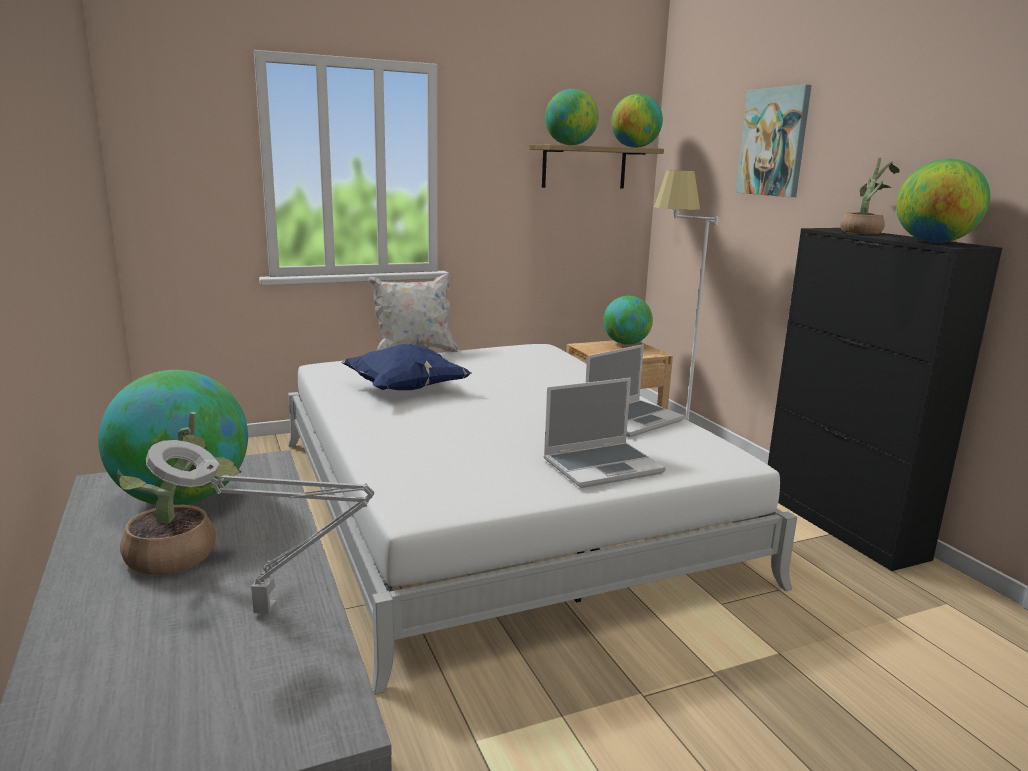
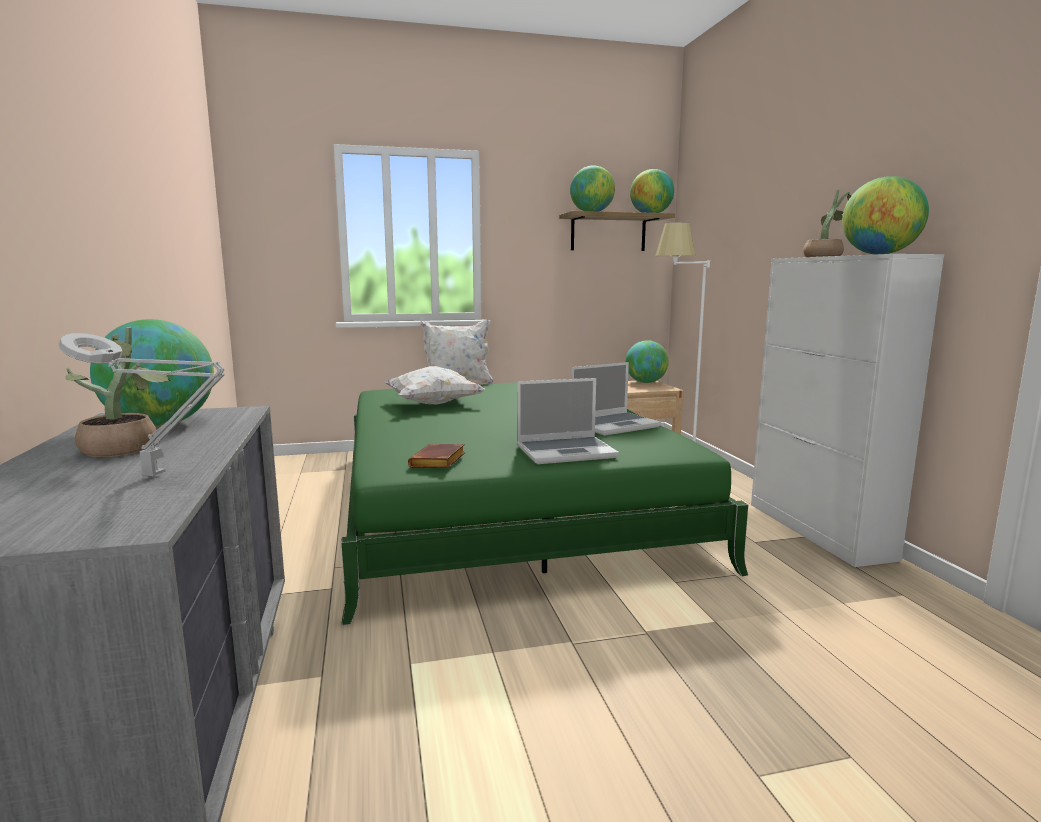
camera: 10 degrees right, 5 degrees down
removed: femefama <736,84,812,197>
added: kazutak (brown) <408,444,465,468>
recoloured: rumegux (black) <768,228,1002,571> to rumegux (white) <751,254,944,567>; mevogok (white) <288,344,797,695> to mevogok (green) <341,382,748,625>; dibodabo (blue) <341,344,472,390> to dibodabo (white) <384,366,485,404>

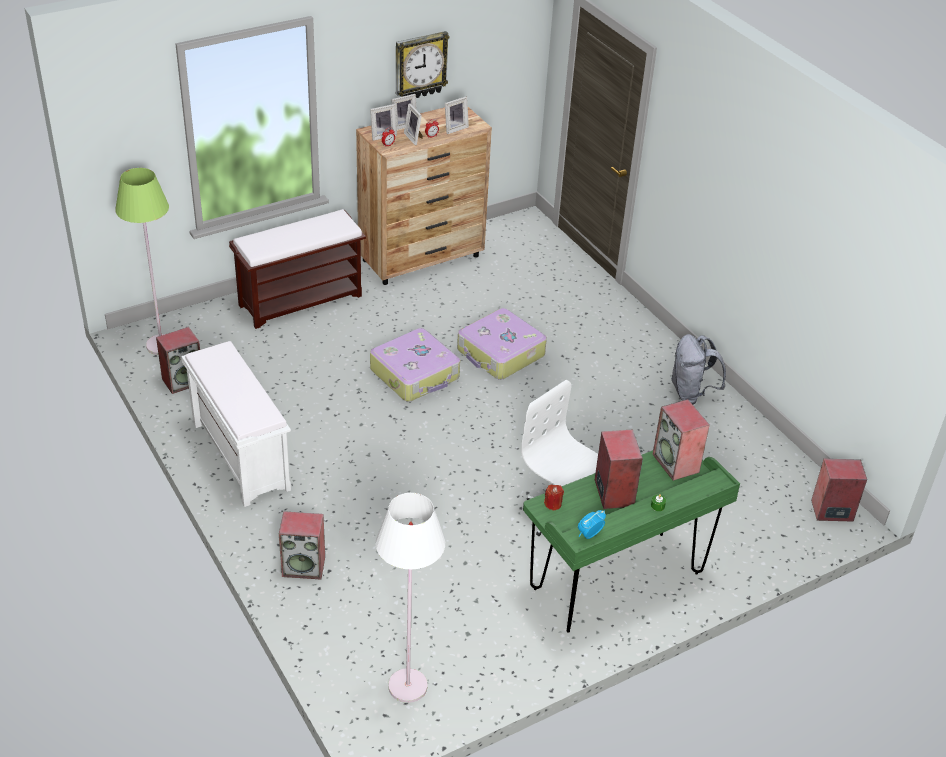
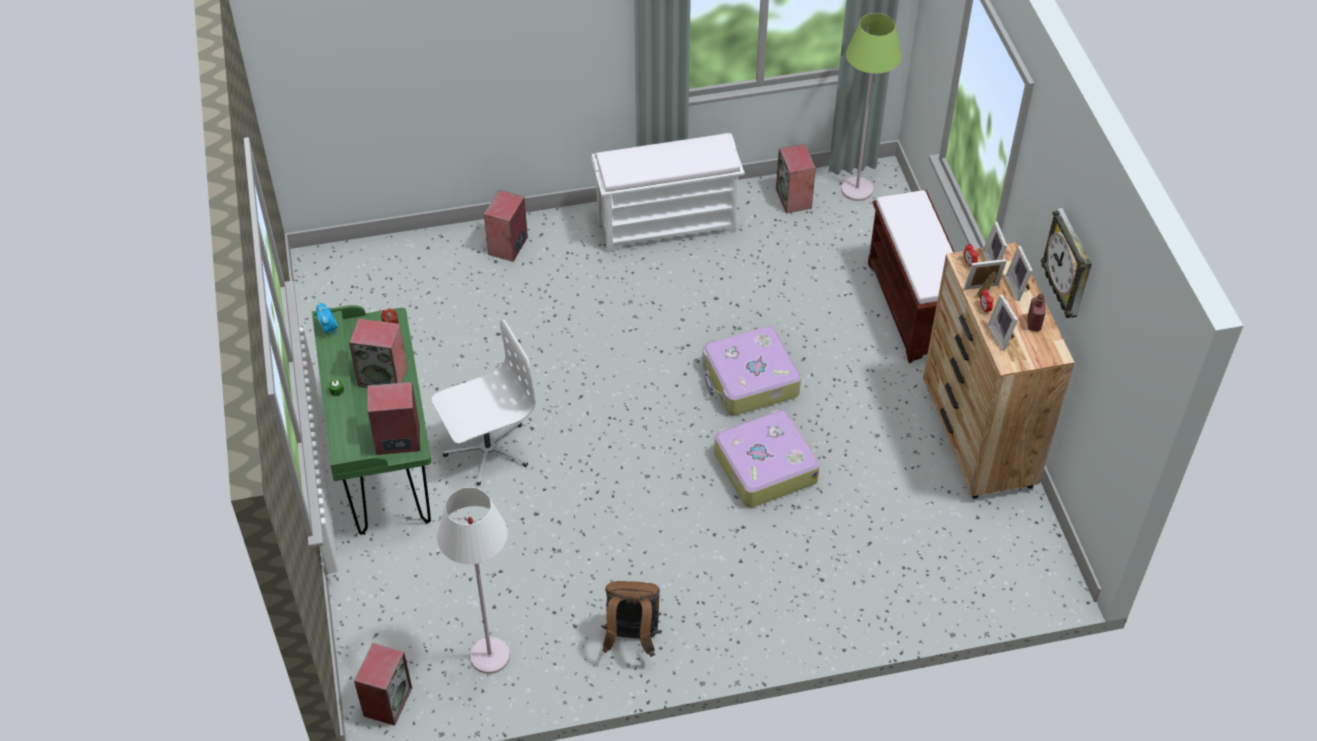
camera: 110 degrees right, 10 degrees up
added: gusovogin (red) <1027,294,1046,331>
moved: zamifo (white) <376,493,445,703> to <437,487,510,674>
recoloured: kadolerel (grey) <671,334,726,405> to kadolerel (brown) <601,581,662,657>

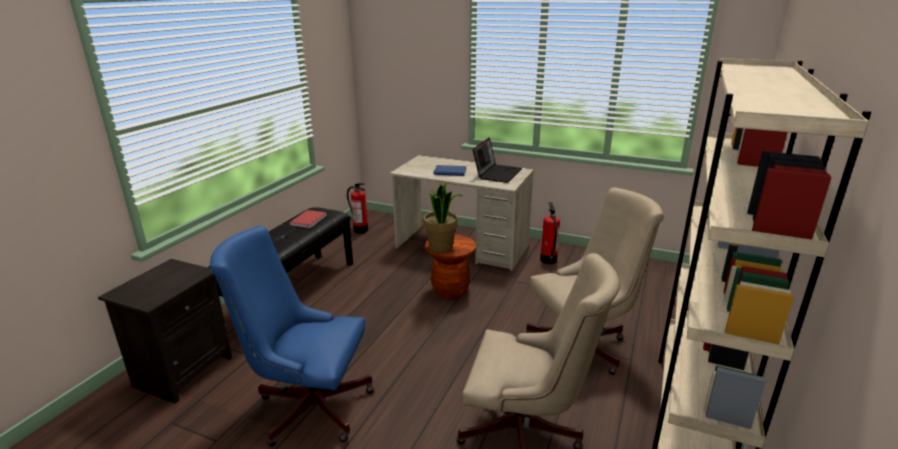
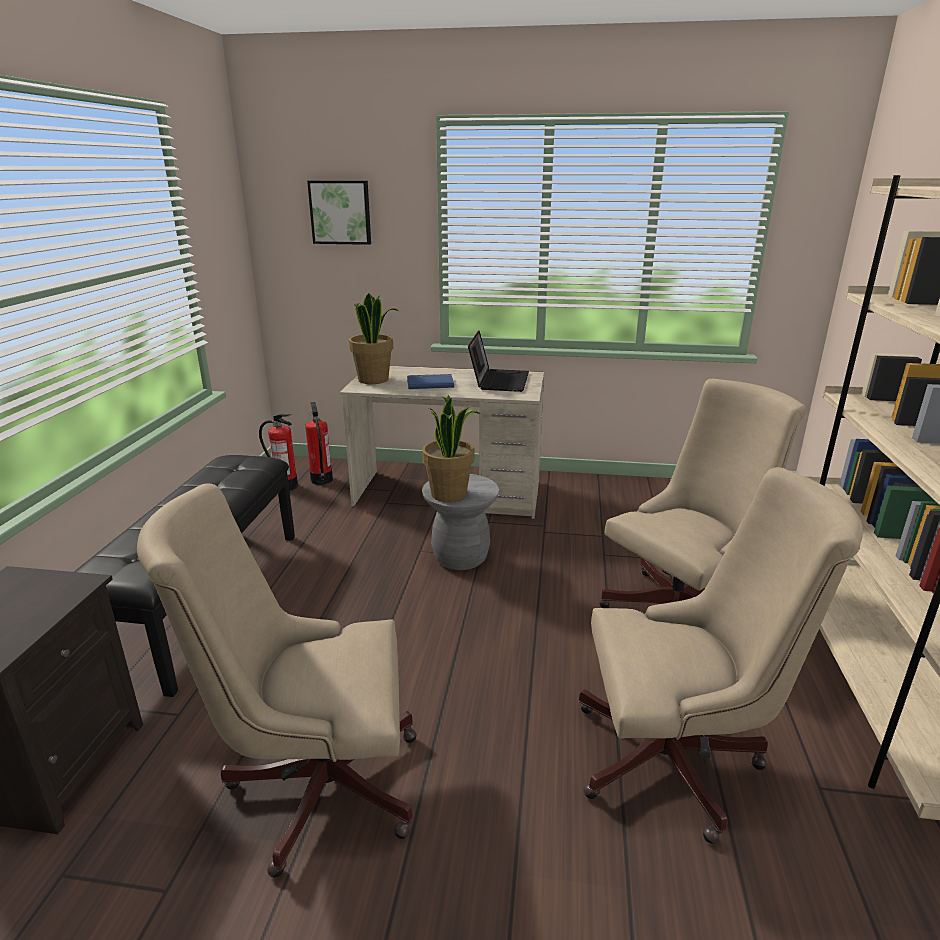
camera: 15 degrees left, 0 degrees up
removed: kazutak (red) <289,210,327,228>
added: femefama <307,180,371,245>; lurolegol <349,293,398,384>
moved: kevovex <540,202,560,264> to <305,402,333,485>
recoloured: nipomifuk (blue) <210,226,374,446> to nipomifuk (beige) <137,483,417,878>; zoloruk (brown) <425,234,476,299> to zoloruk (grey) <422,474,499,570>

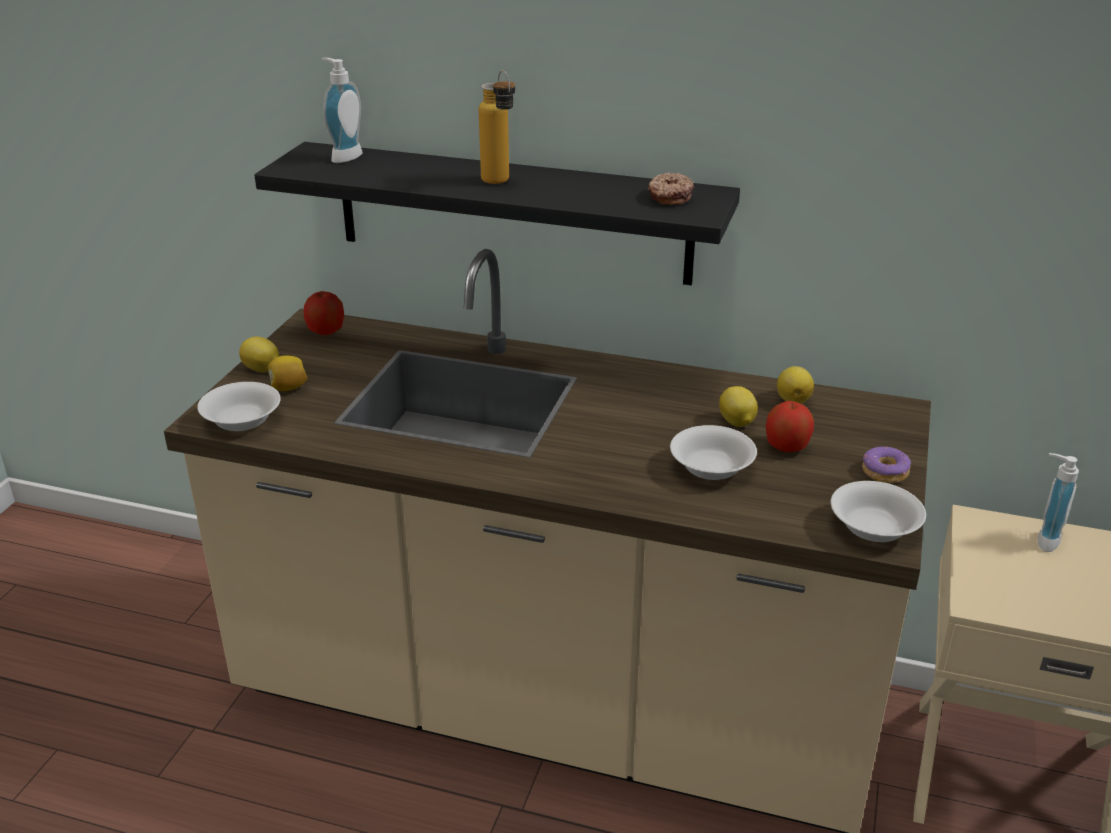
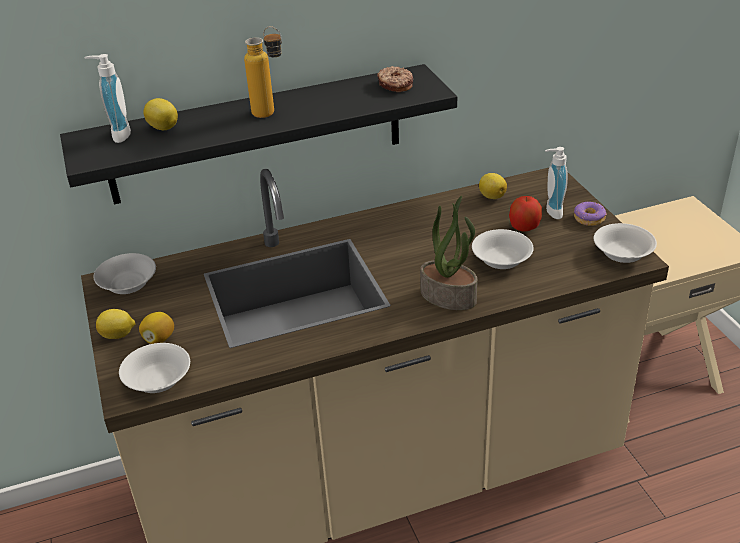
camera: 35 degrees left, 5 degrees up
added: lurolegol <420,196,478,310>
moved: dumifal <719,386,758,427> to <143,98,178,130>; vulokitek <1038,453,1079,552> to <545,147,568,219>
replaced: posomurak <304,291,344,335> to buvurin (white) <93,253,156,294>

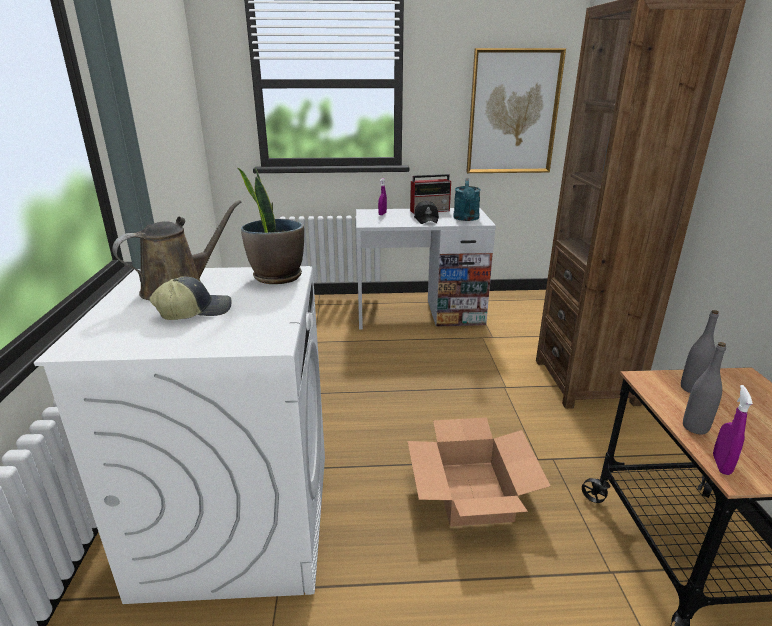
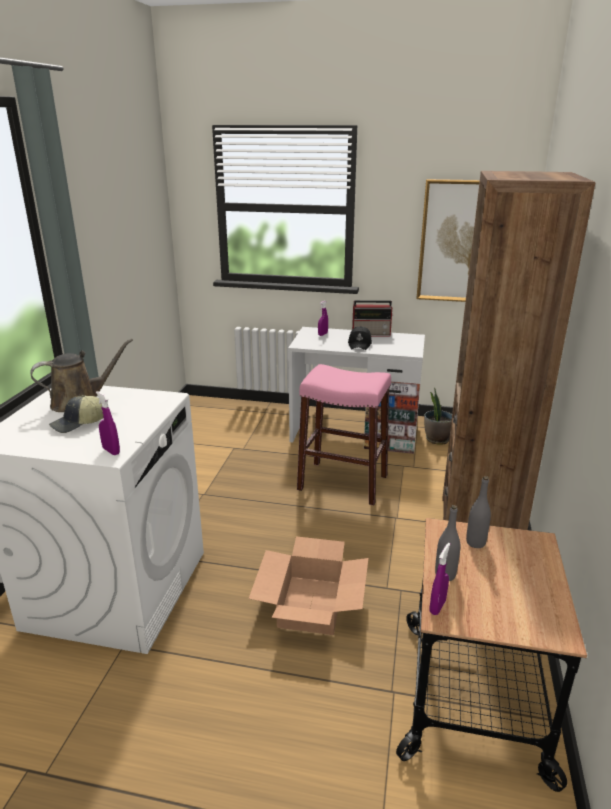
camera: 15 degrees right, 0 degrees up
removed: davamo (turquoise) <453,178,481,221>
added: zoloruk (pink) <297,364,391,505>; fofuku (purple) <96,391,120,455>
moved: lurolegol <238,168,304,284> to <424,387,452,445>
turned: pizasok <149,276,232,320> = <49,395,103,433> 150 degrees clockwise

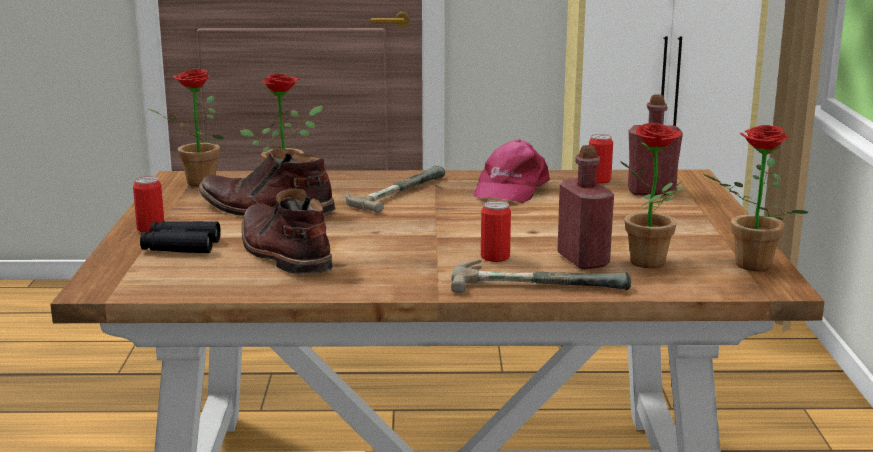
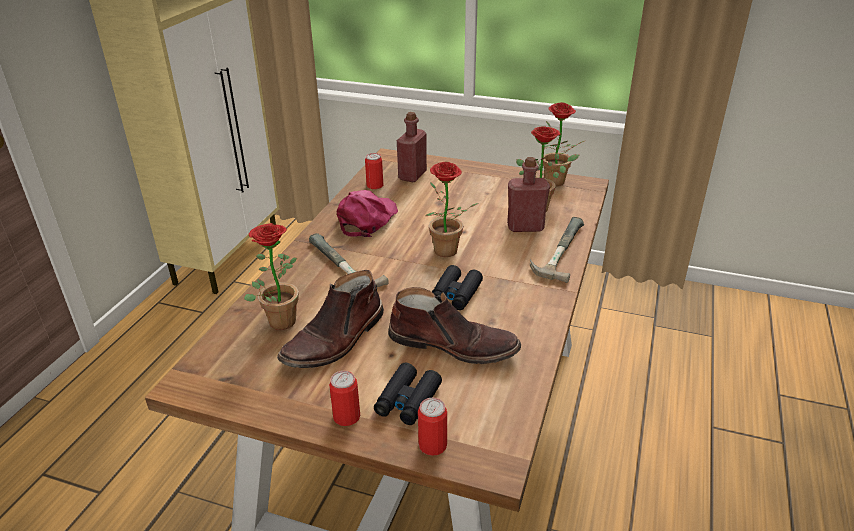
camera: 70 degrees left, 15 degrees up
added: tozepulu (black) <432,265,483,310>
moved: lurolegol <149,69,224,187> to <425,162,478,257>; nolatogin <481,200,511,262> to <418,398,447,456>
turned: pizasok (pink) <474,139,550,203> = <337,190,398,237> 105 degrees counterclockwise; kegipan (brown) <241,188,333,274> = <388,287,521,364> 150 degrees counterclockwise

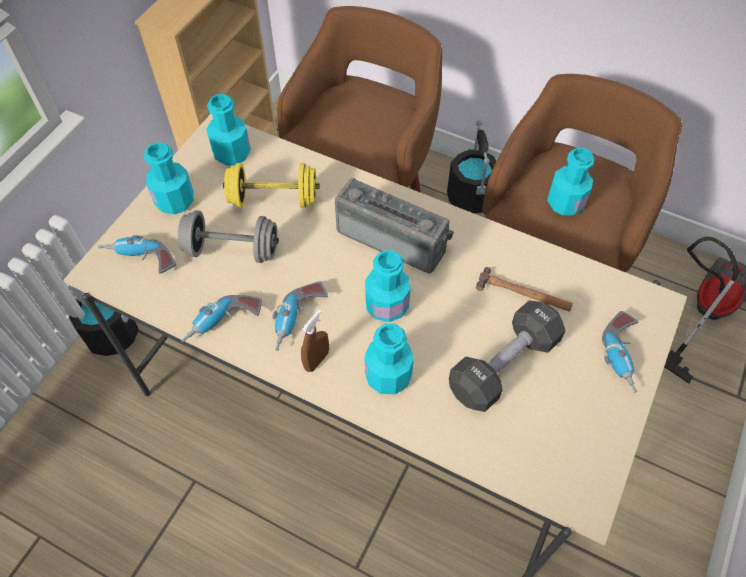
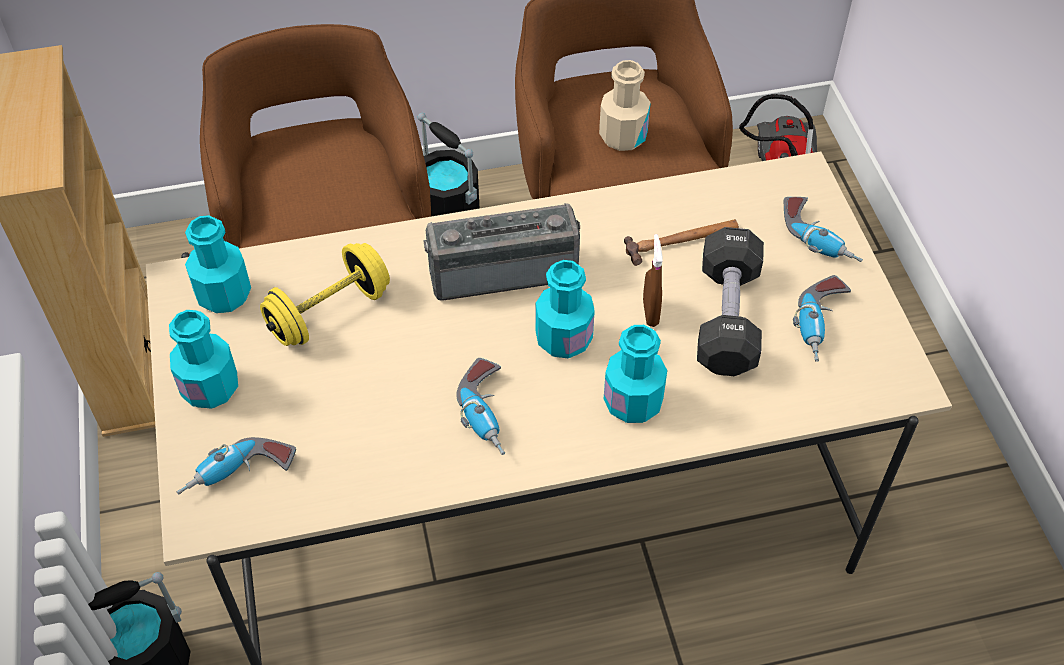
camera: 40 degrees left, 5 degrees down
removed: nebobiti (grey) <178,210,279,263>
moved: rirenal <181,295,262,342> to <793,275,851,362>; fofuku (brown) <301,309,329,372> to <643,234,663,327>
recoloured: gusovogin (turquoise) <547,148,595,215> to gusovogin (beige) <599,60,651,151>

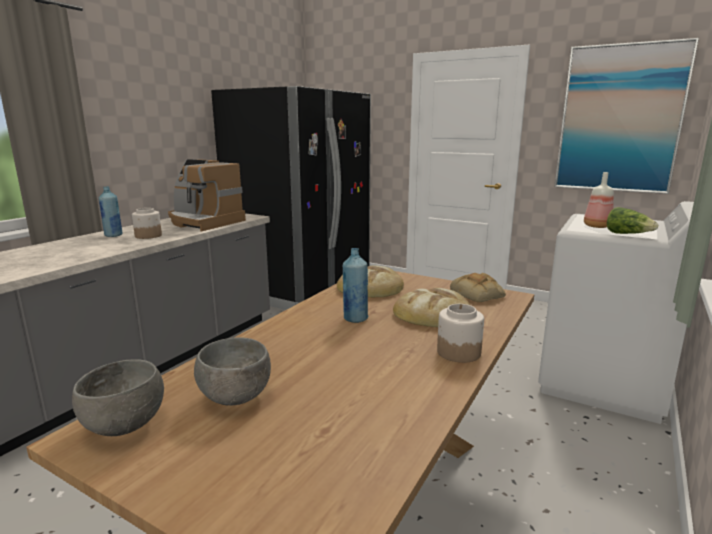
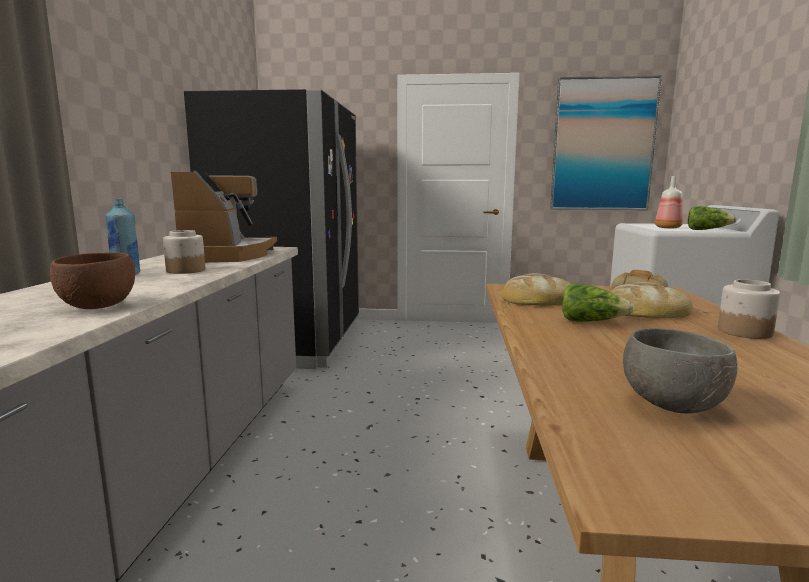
camera: 25 degrees left, 5 degrees down
removed: buvurin (grey) <72,360,164,436>
added: buvurin (brown) <50,253,135,309>
replaced: gusovogin (blue) <343,248,368,323> to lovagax <562,283,634,322>
turned: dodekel <168,159,246,231> = <171,171,277,263> 105 degrees counterclockwise

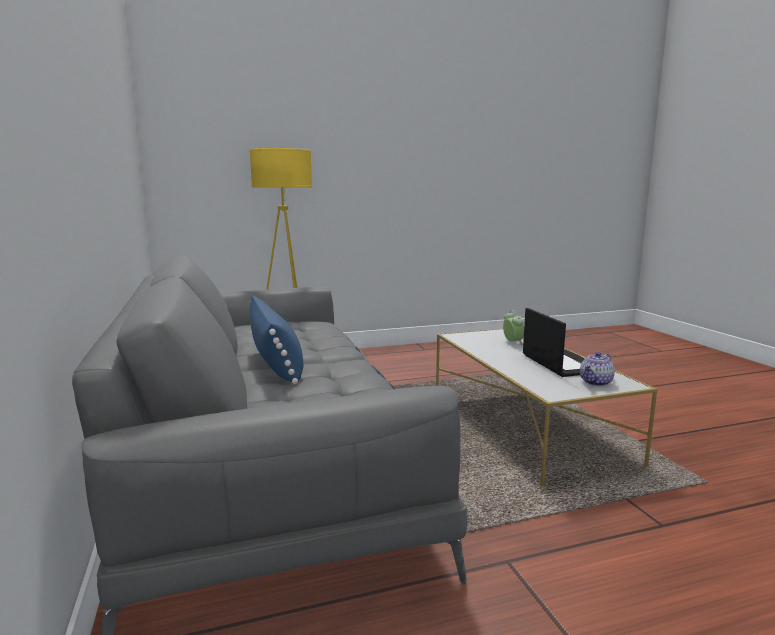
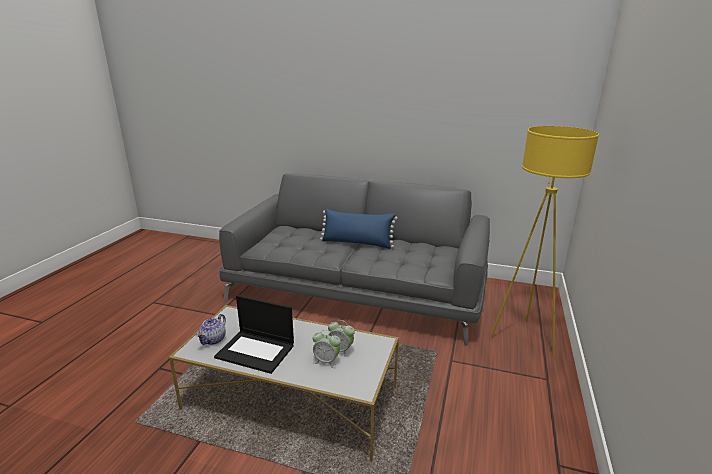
camera: 125 degrees right, 10 degrees up
added: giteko <328,320,355,357>
turned: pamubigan <580,352,615,386> = <196,314,226,345> 150 degrees counterclockwise

